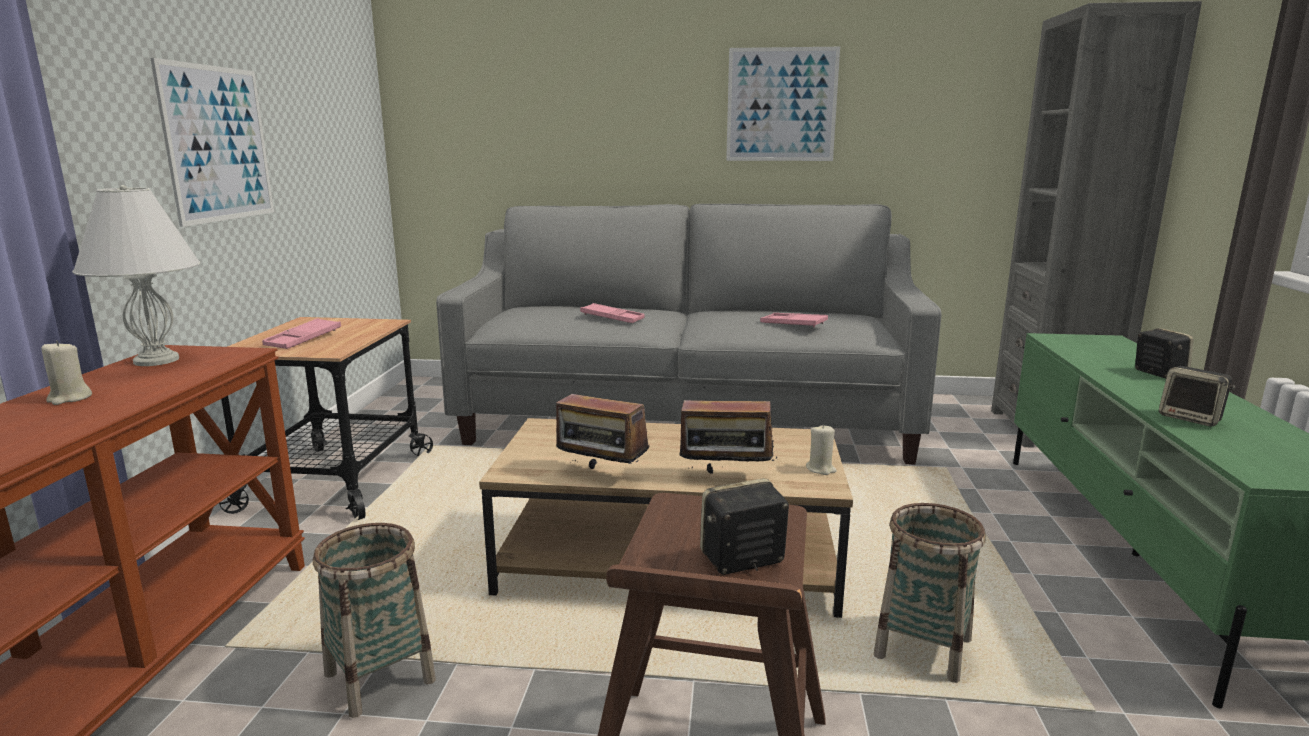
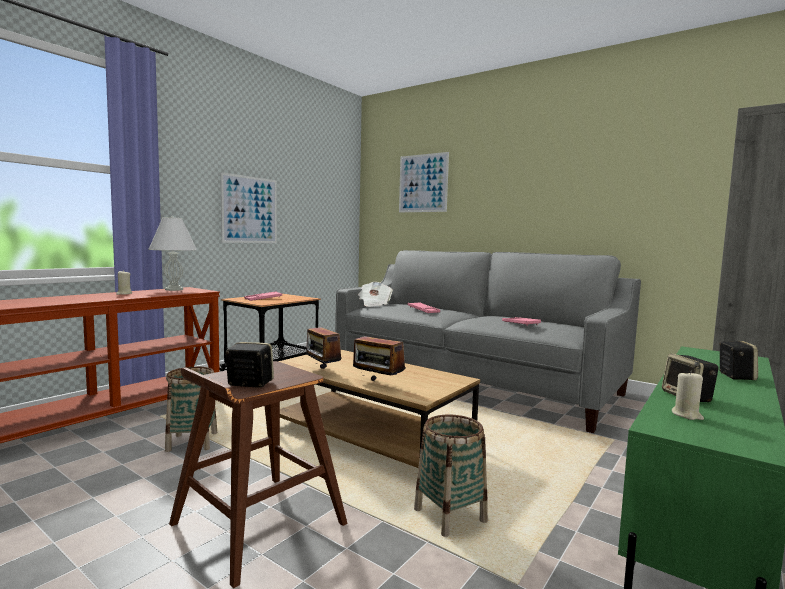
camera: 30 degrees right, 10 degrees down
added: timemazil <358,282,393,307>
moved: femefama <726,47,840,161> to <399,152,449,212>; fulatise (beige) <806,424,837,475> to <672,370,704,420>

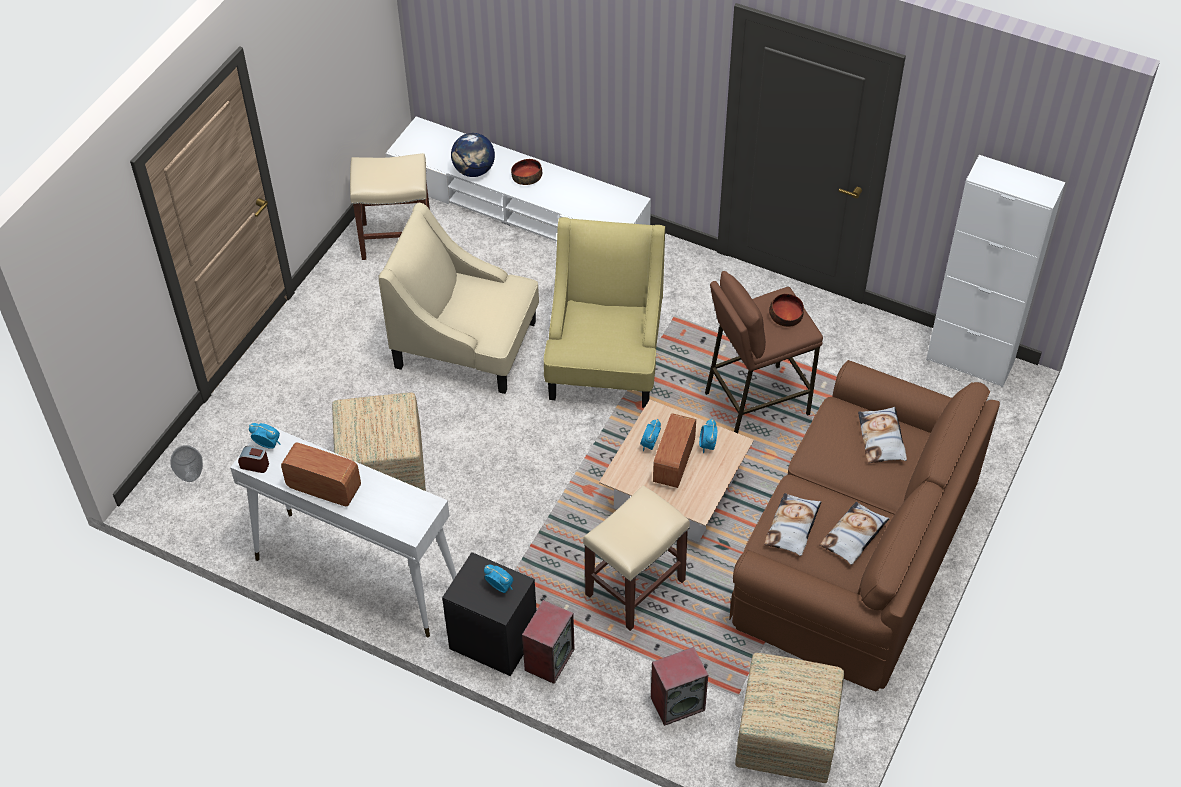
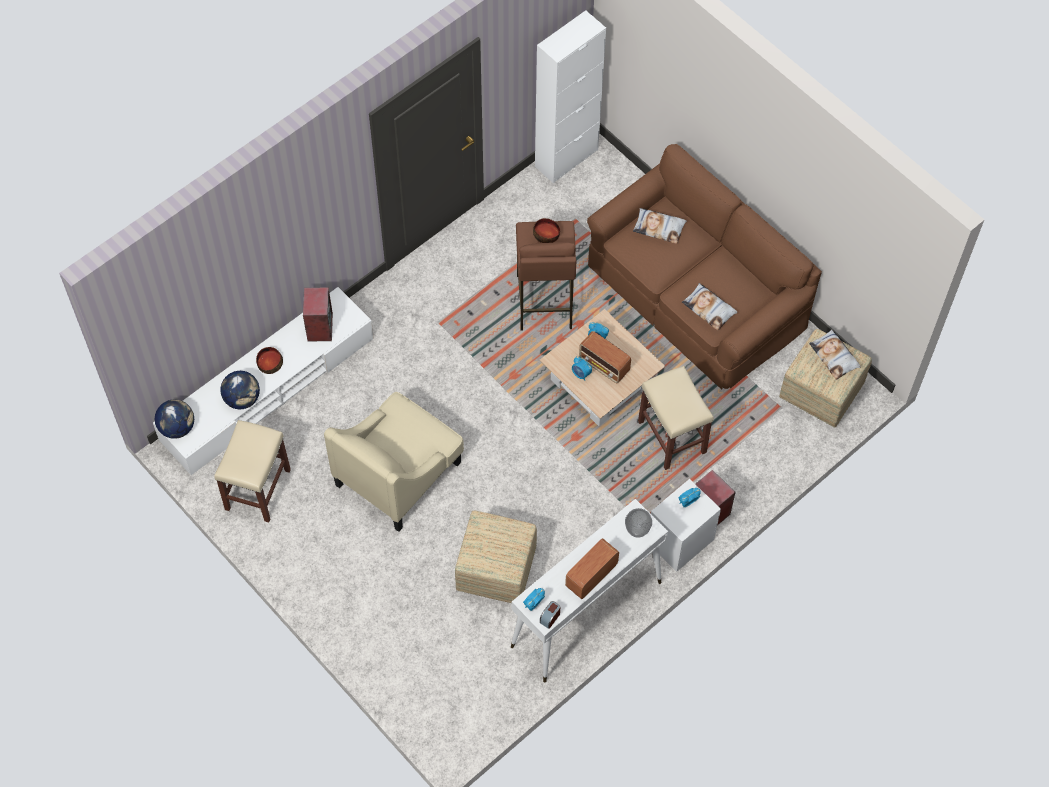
camera: 70 degrees left, 10 degrees up
removed: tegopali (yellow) <544,217,665,408>
added: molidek <155,399,194,439>
moved: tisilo <170,445,203,482> to <625,508,652,538>; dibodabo <820,502,890,565> to <809,329,861,380>; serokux <651,647,708,726> to <303,288,333,341>
recoloured: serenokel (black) <442,552,537,676> to serenokel (white) <651,479,721,572>

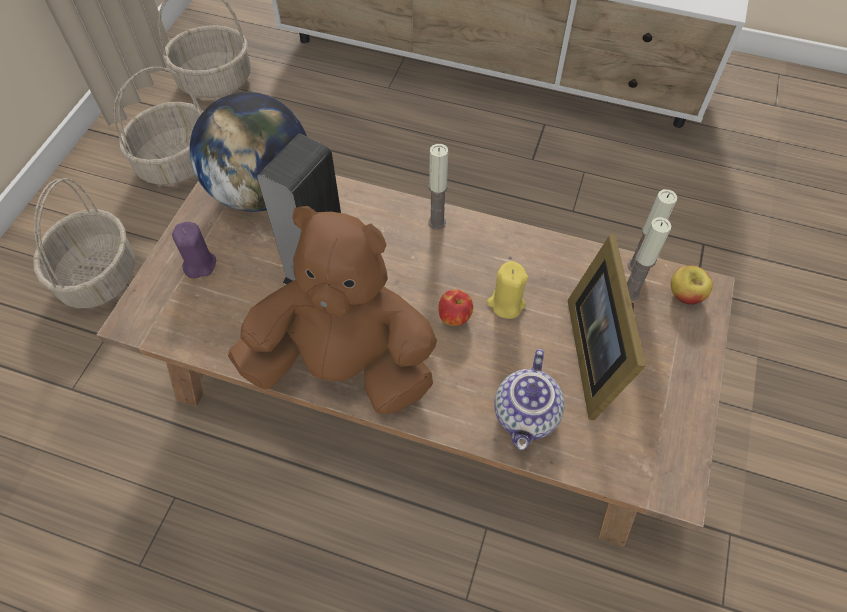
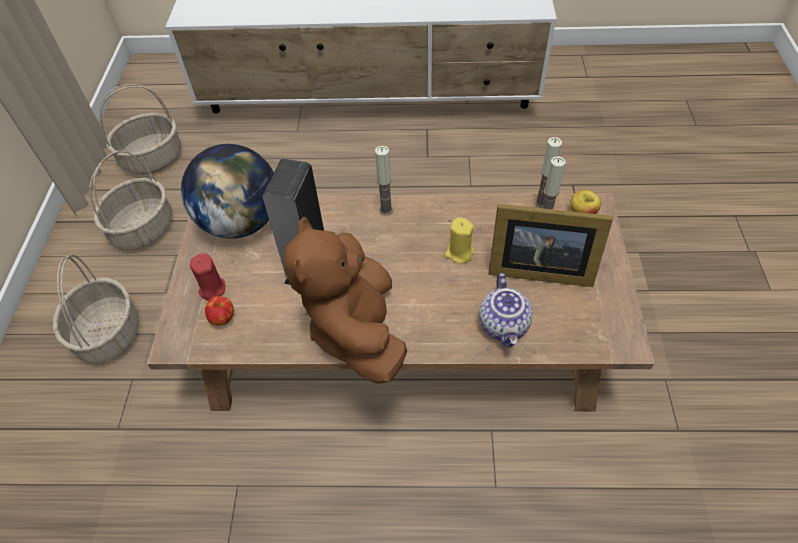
camera: 15 degrees left, 5 degrees down
moved: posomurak <438,289,473,326> to <205,296,234,326>
recoloured: fulatise (purple) <172,222,216,278> to fulatise (red) <190,254,225,300>
turned: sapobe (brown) <228,206,437,414> = <284,217,407,384> 90 degrees counterclockwise; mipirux <567,234,646,420> = <489,204,613,287> 60 degrees counterclockwise

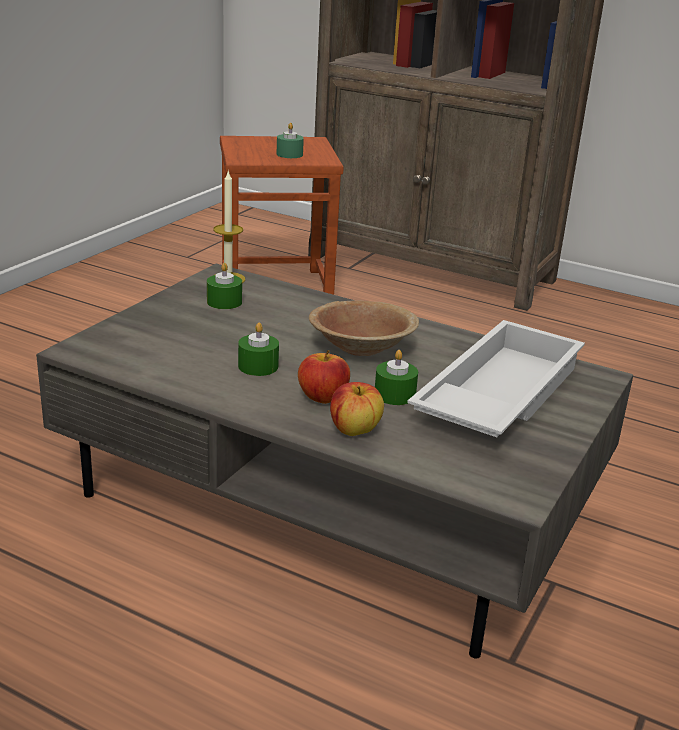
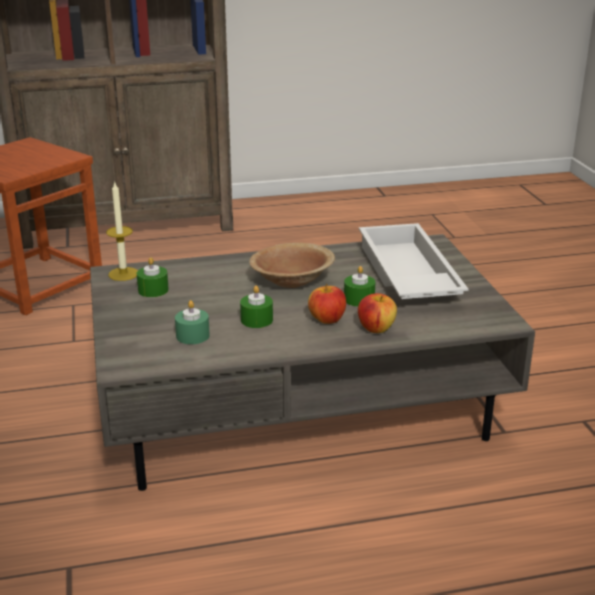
camera: 40 degrees left, 0 degrees up
moved: fulatise (green) <277,123,304,158> to <175,300,210,344>

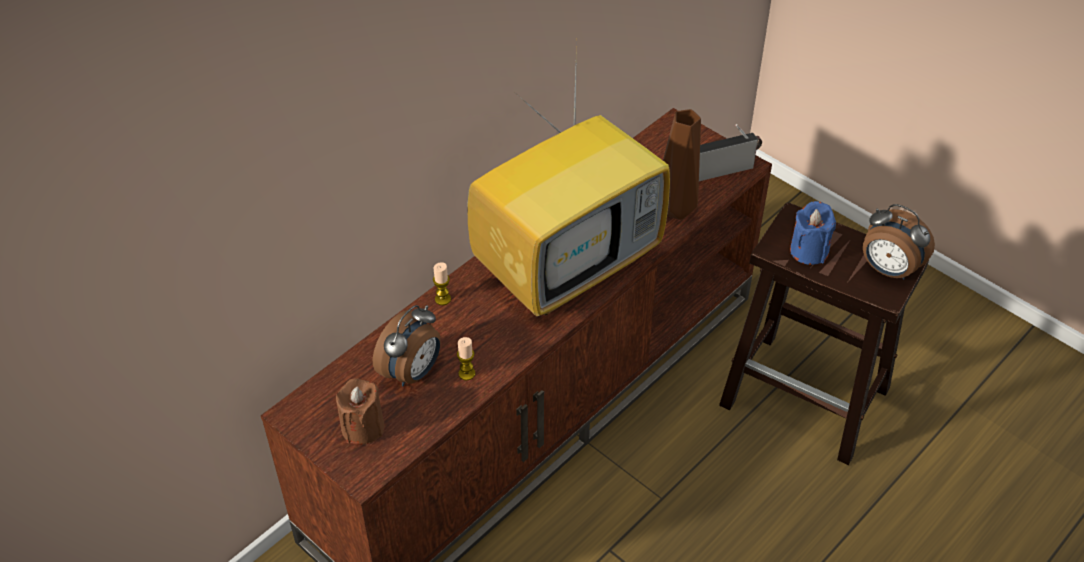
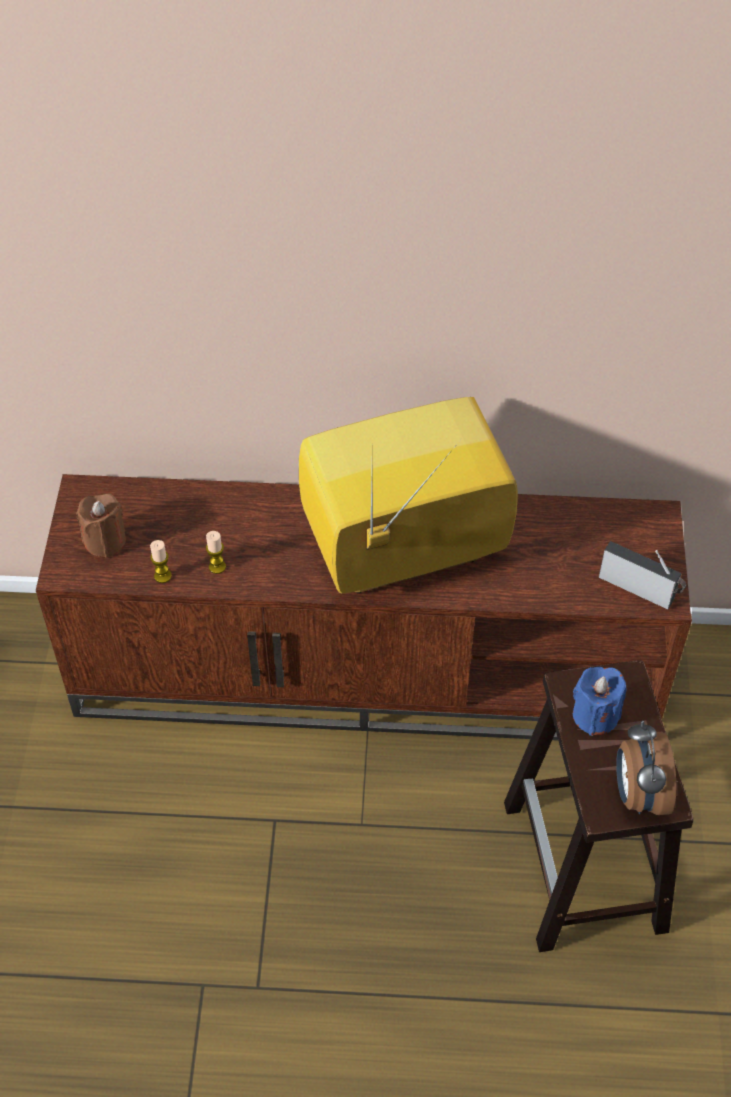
camera: 50 degrees right, 5 degrees up
removed: tisilo (brown) <663,109,701,220>; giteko <373,305,441,386>
moved: fulatise <433,262,451,305> to <150,540,172,583>
turned: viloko <467,42,670,316> = <299,397,518,594> 150 degrees clockwise

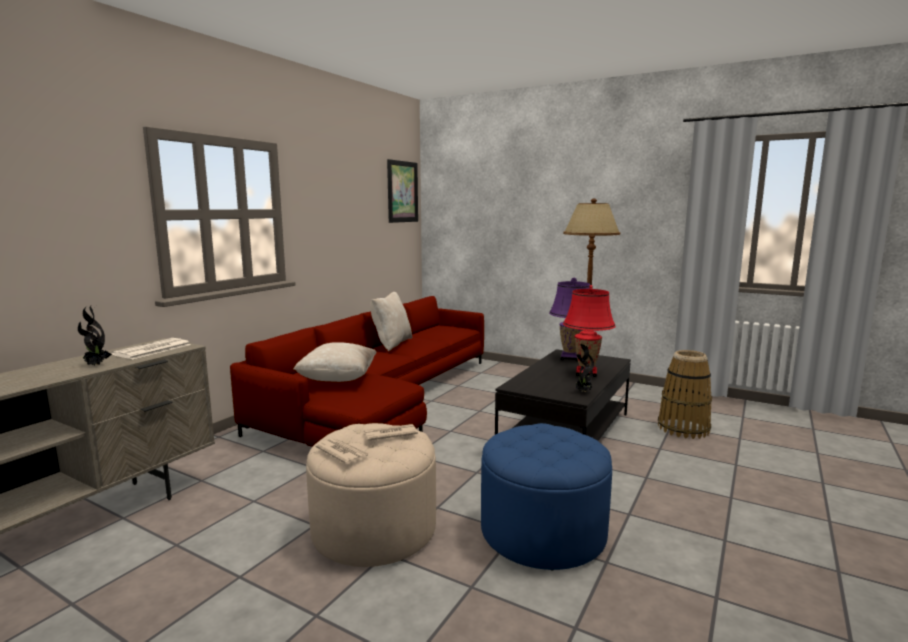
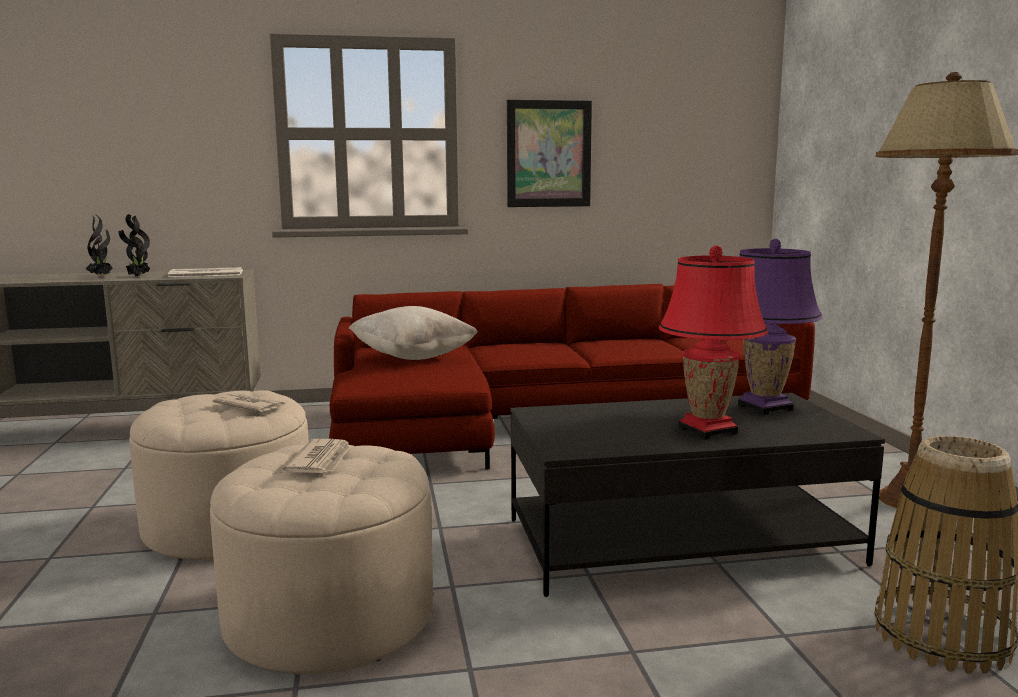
camera: 50 degrees right, 0 degrees up
removed: dibodabo (beige) <370,292,412,351>
moved: femefama <387,159,418,223> to <507,100,592,207>; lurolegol <576,344,594,392> to <86,214,112,277>; timemazil <315,438,369,464> to <283,439,351,473>
recoloured: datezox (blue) <481,423,612,570> to datezox (beige) <210,445,433,674>

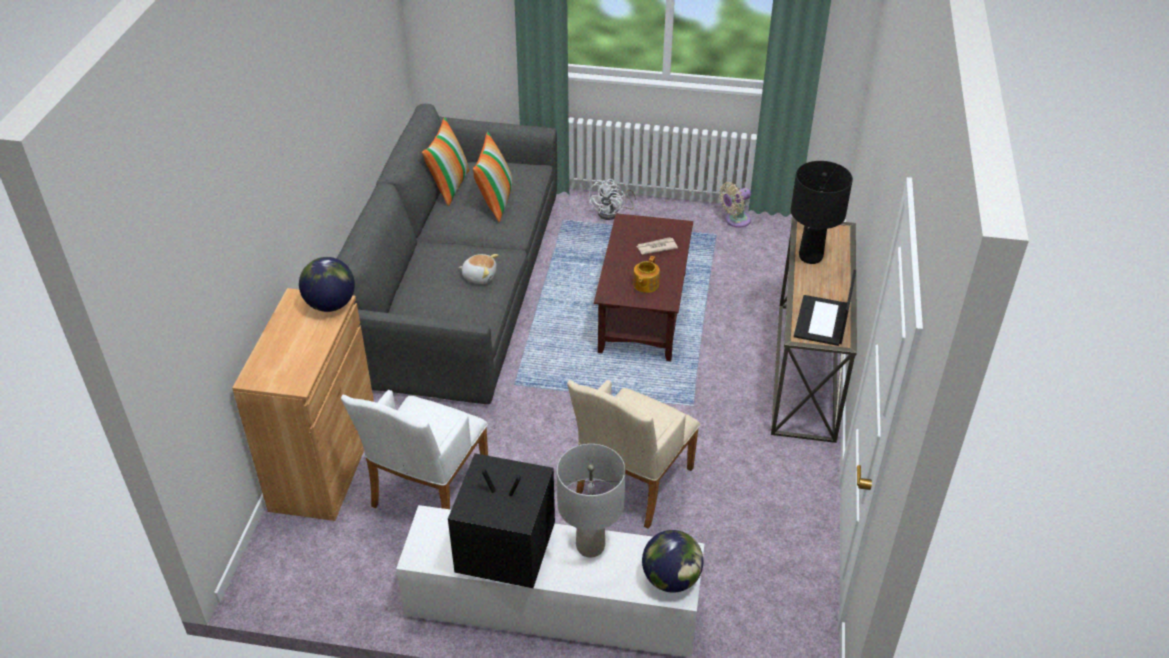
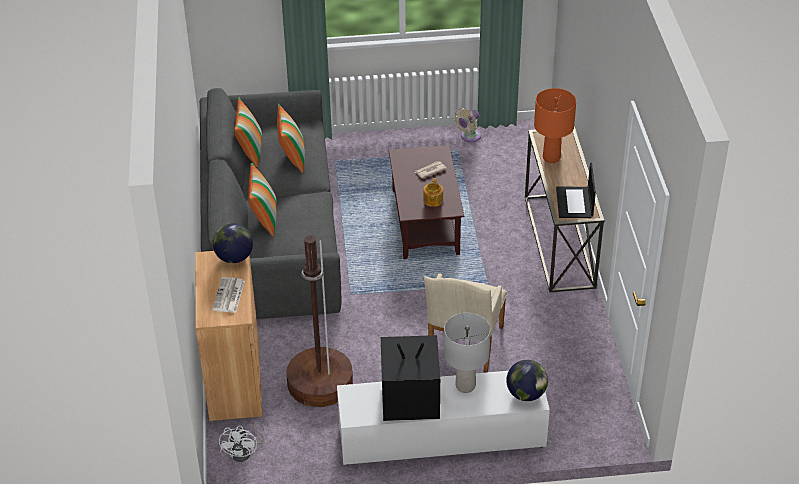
camera: 15 degrees left, 0 degrees up
removed: sapobe <458,254,498,284>
added: dibodabo <248,162,277,236>; timemazil <212,277,245,313>
moved: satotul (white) <589,179,636,220> to <219,422,264,462>
replaced: tegopali (white) <341,390,488,509> to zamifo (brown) <286,235,353,407>
recoloured: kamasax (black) <791,161,853,264> to kamasax (orange) <534,88,576,163>

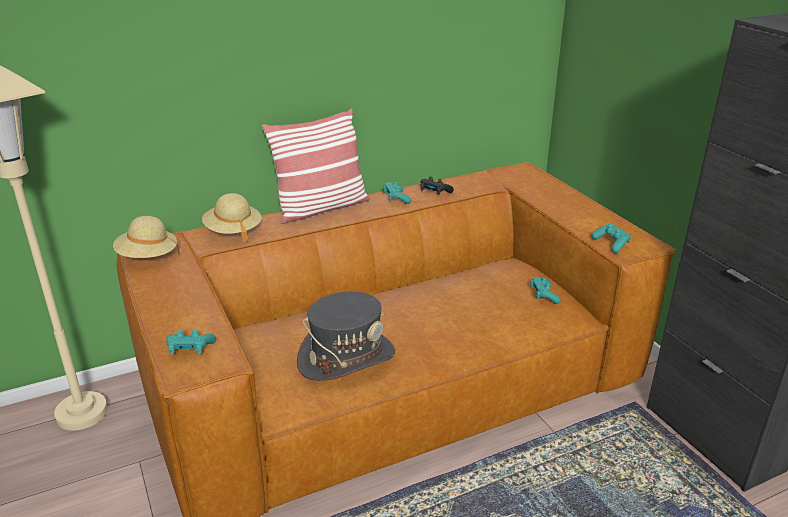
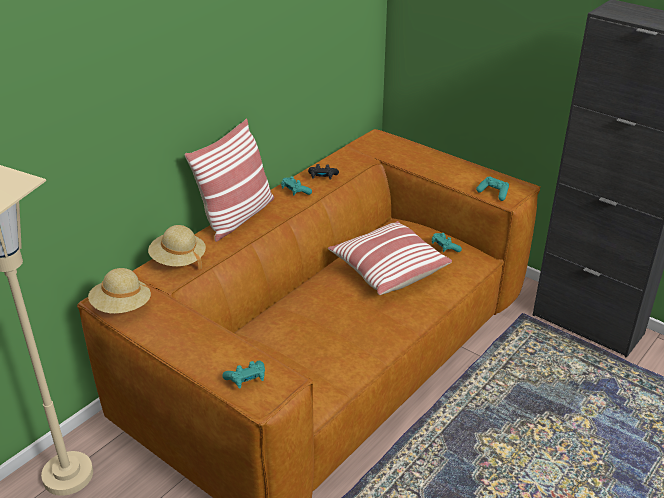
camera: 25 degrees left, 5 degrees up
removed: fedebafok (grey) <297,291,395,381>
added: dibodabo <328,221,452,295>

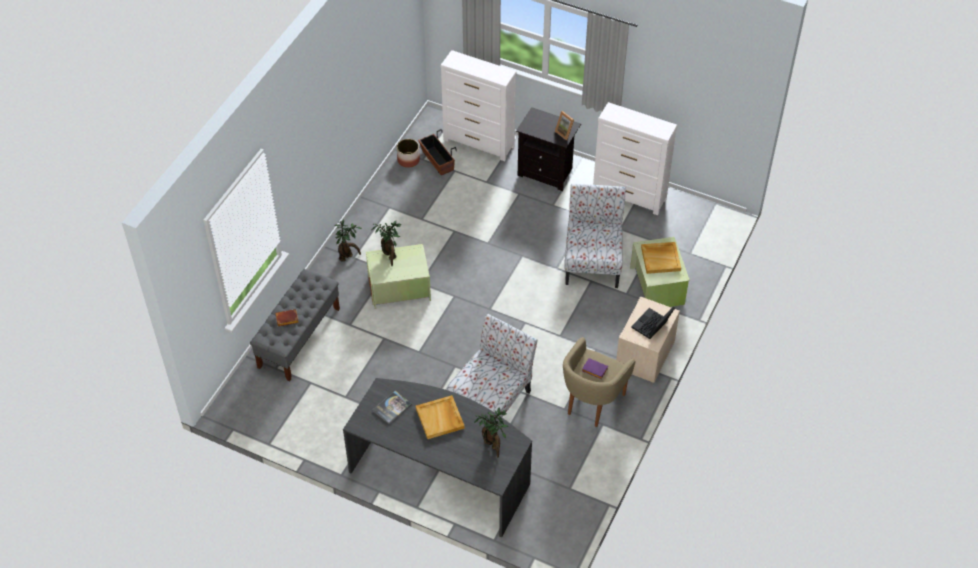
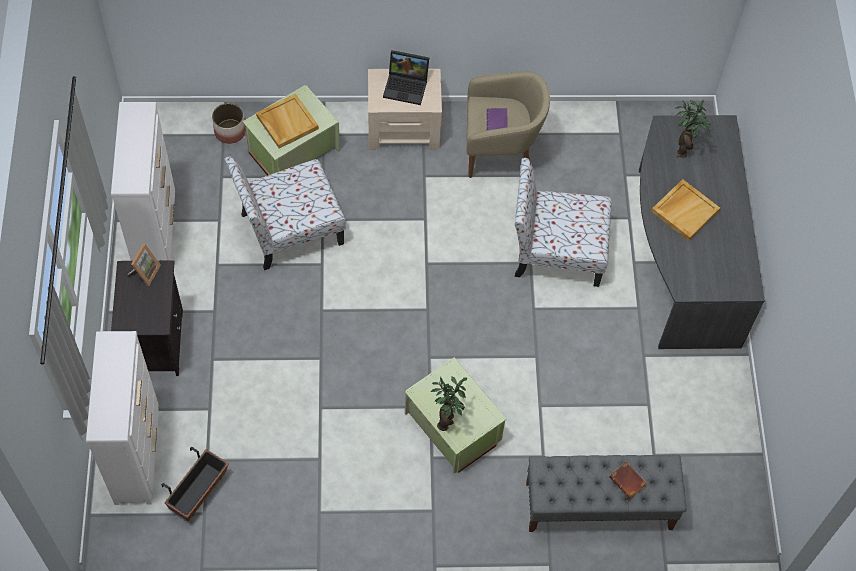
camera: 120 degrees left, 10 degrees up
removed: lurolegol <334,219,362,262>; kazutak <373,390,412,424>
moved: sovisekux <397,139,420,168> to <212,103,246,144>

